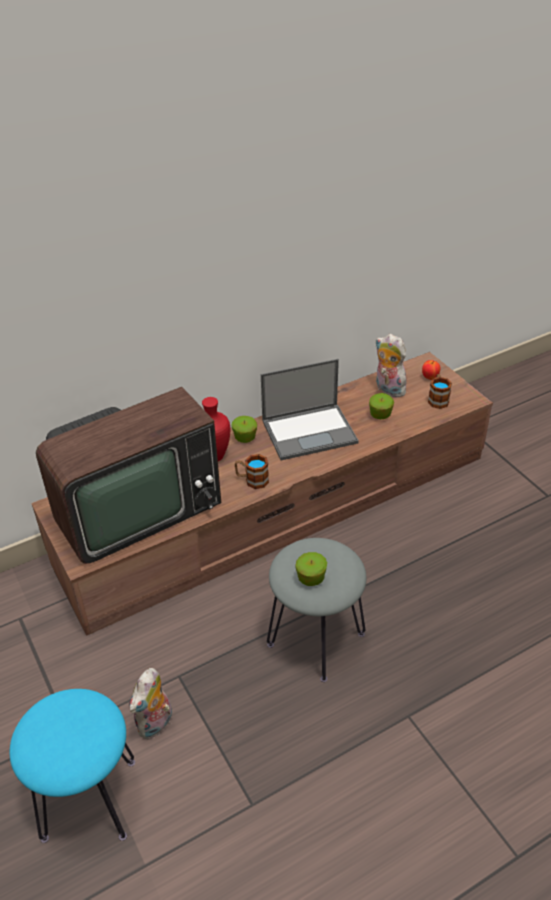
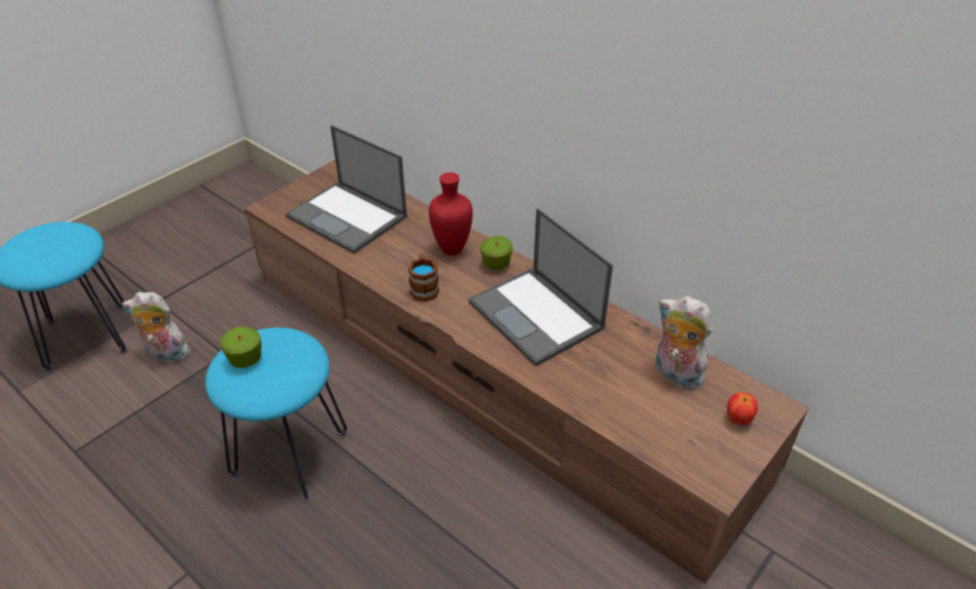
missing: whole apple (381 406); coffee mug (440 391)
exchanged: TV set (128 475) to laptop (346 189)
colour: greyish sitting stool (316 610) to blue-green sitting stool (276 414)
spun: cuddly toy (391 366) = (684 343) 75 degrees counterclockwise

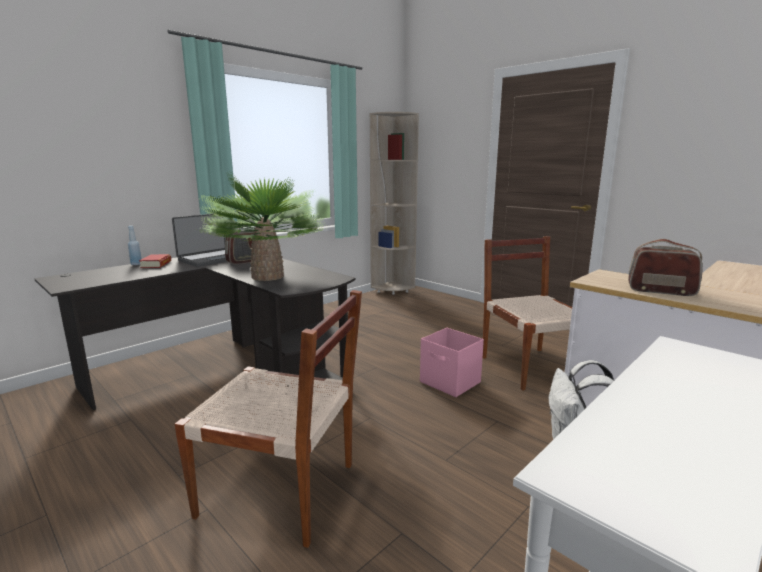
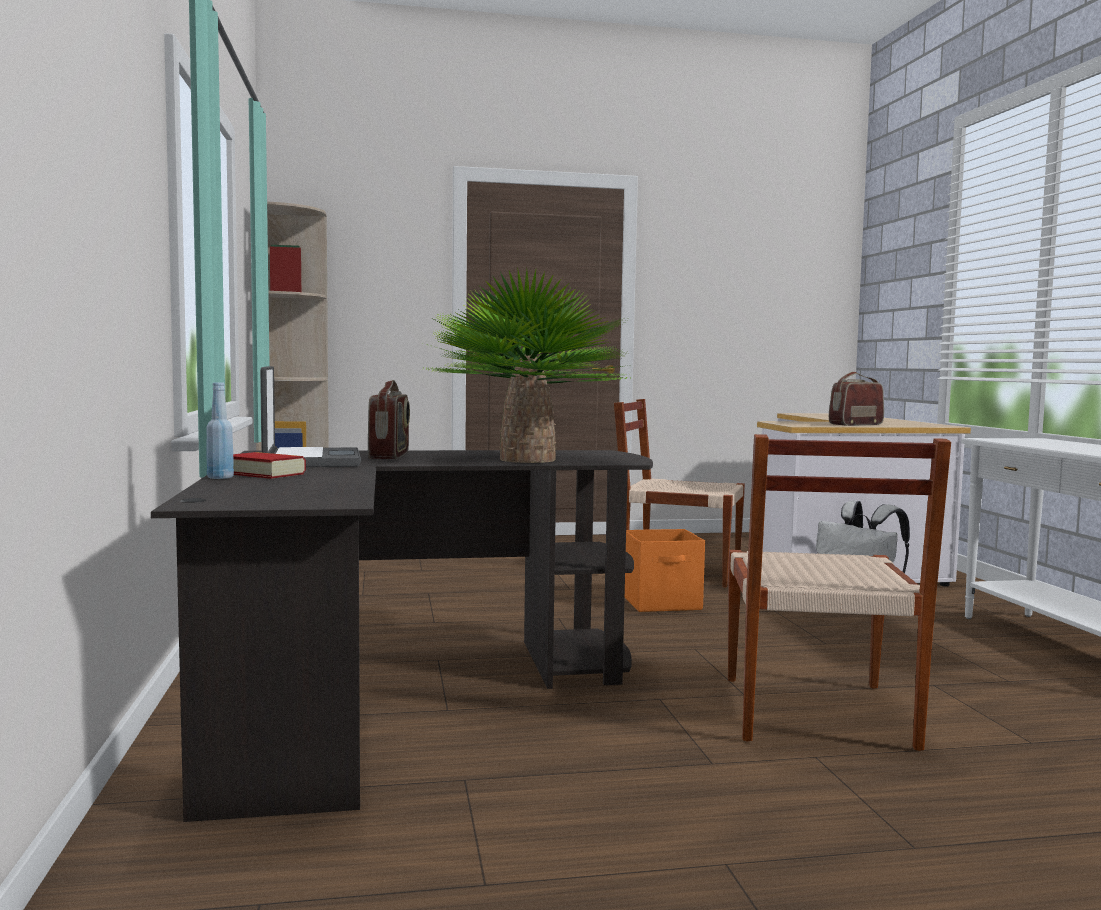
colour: pink storage bin (452 362) to orange storage bin (665 570)
spun: plain chair (268 419) = (839 592) 135 degrees clockwise

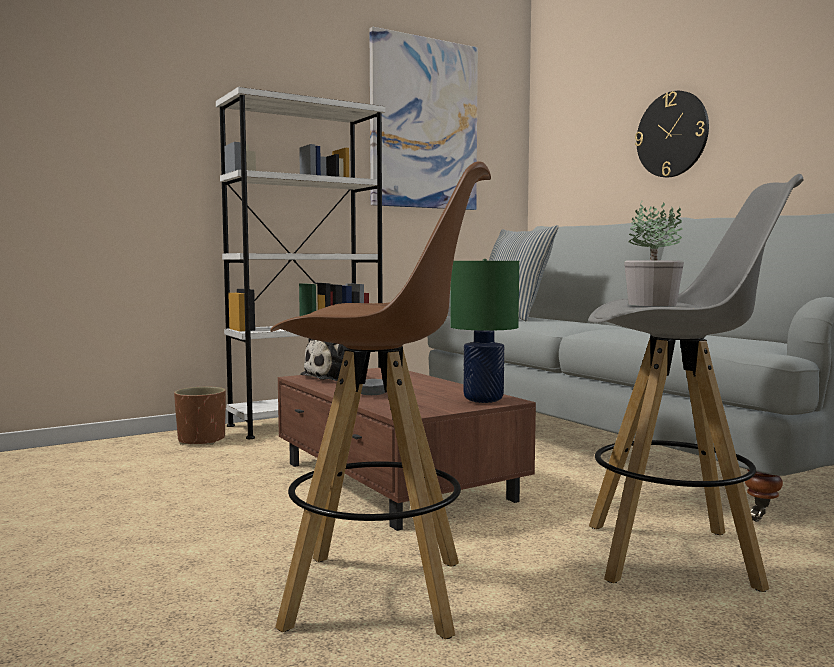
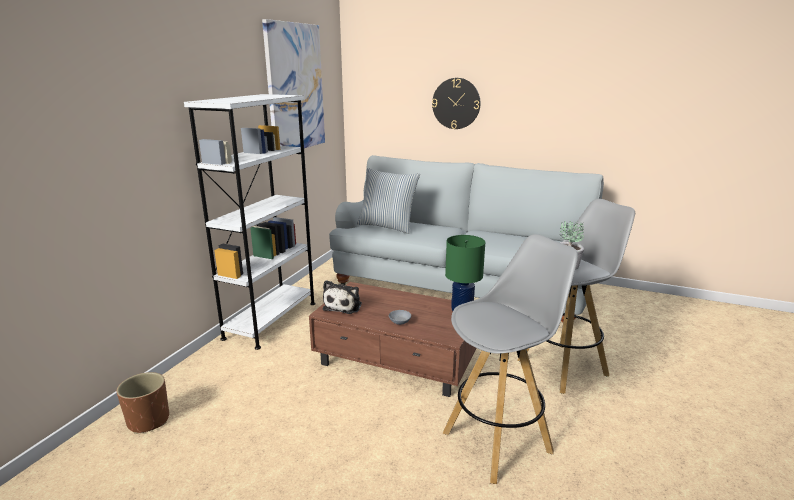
relocated: brownish plant pot (200 416) to (143 403)
colour: brownish sitting stool (380 400) to greyish sitting stool (510 359)

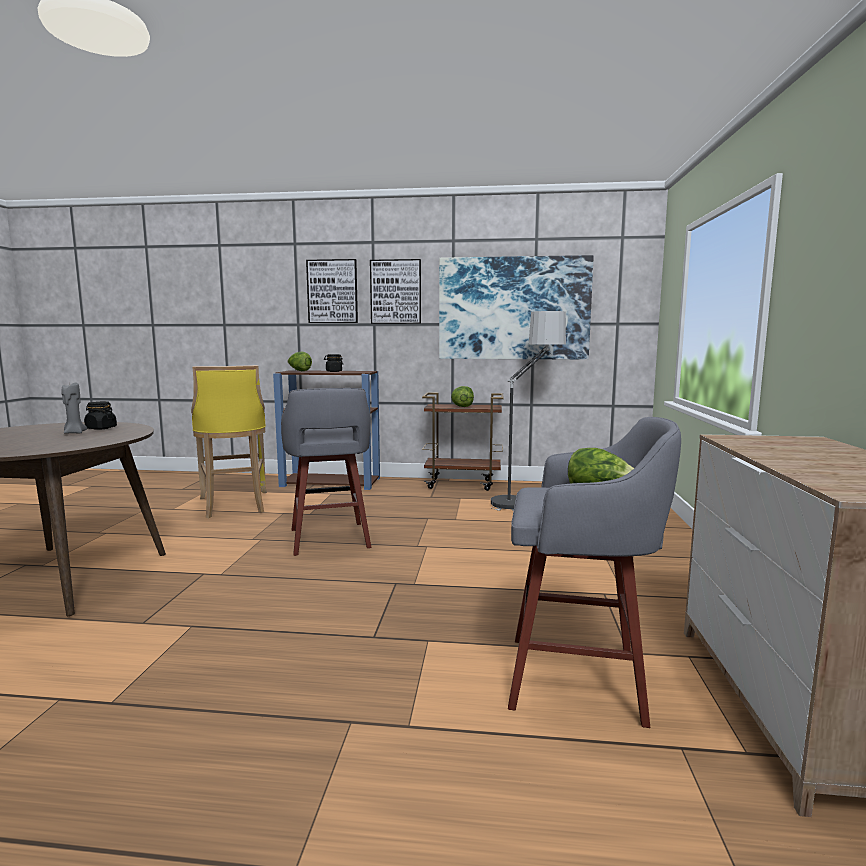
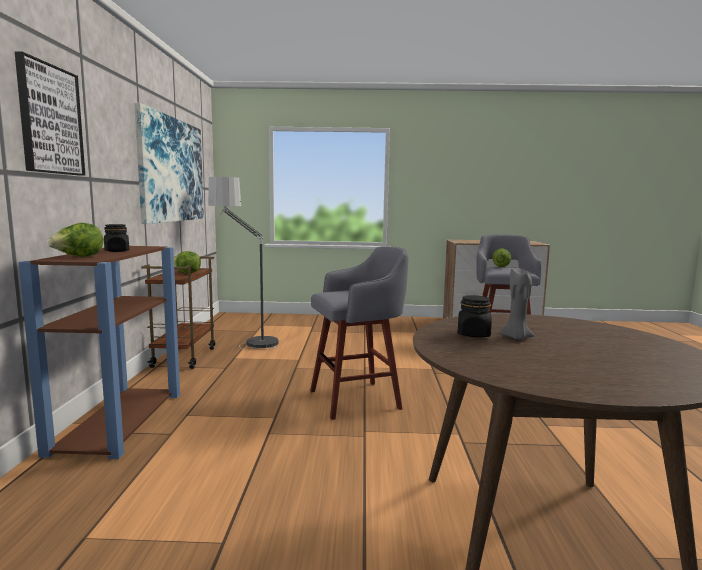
missing: yellow sitting stool (229 441); wall art (395 291)

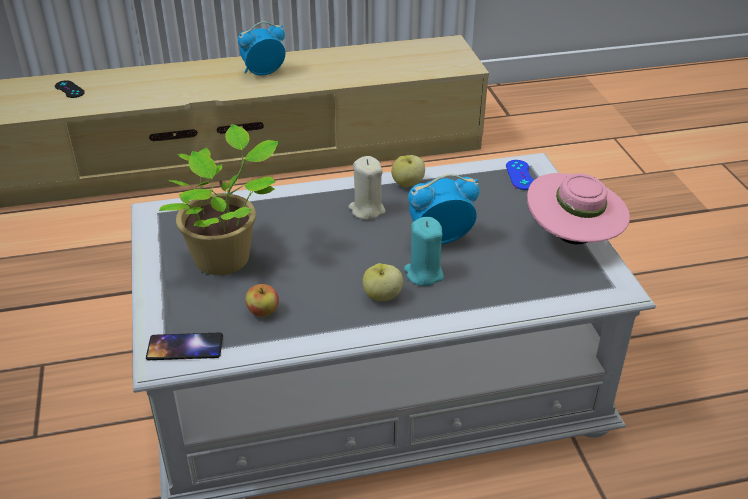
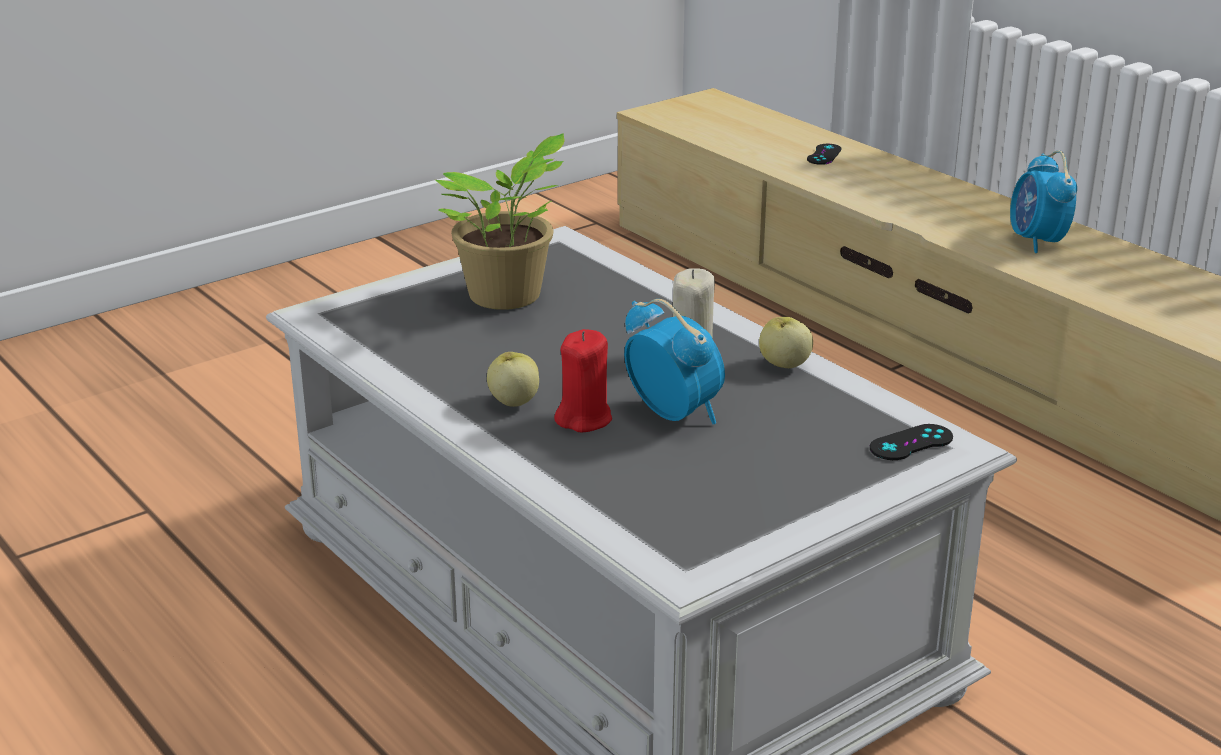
missing: phone (184 346); whole apple (262 300); pink hat (578 208)
colour: blue-green wax candle (424 251) to red-coloured wax candle (583 380); bluish gamepad (520 175) to black gamepad (911 442)
spun: bedside clock (262 48) = (1043 201) 135 degrees counterclockwise

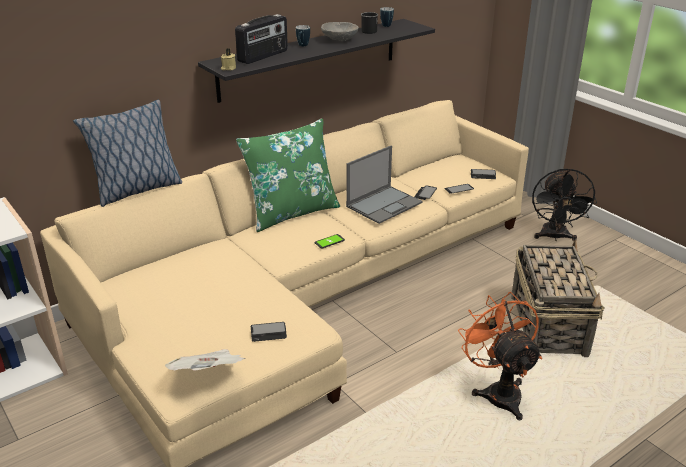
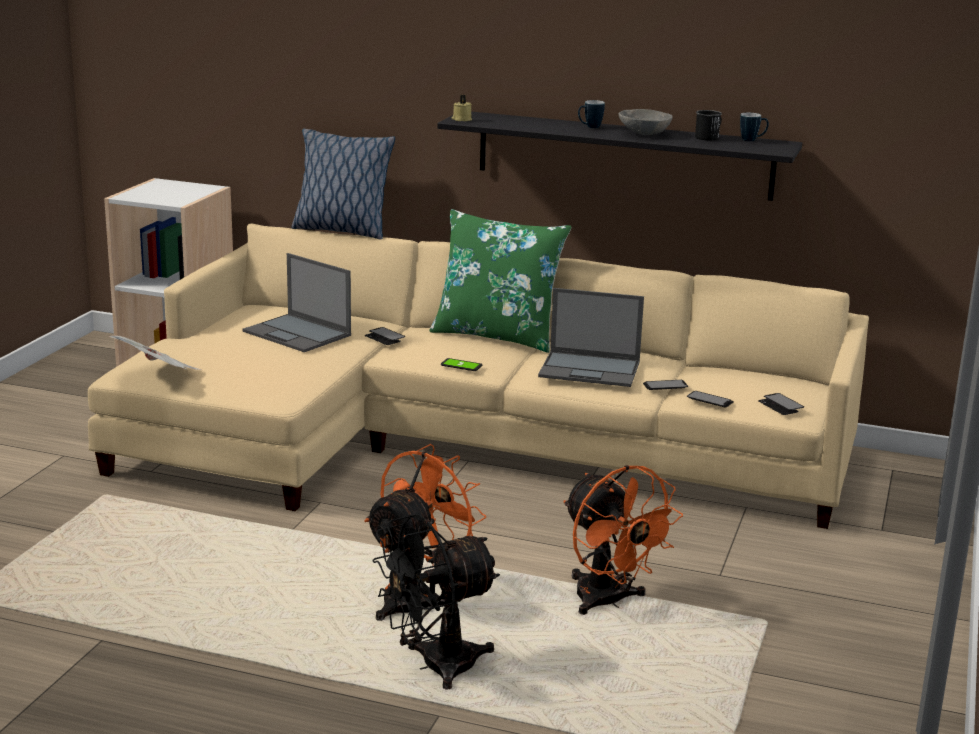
missing: radio receiver (261 39)
appeared: laptop (297 302)
relocated: phone (269 332) to (384 336); black cooling fan (564 204) to (436 602)
exchanged: storage basket (557 298) to orange cooling fan (623 540)

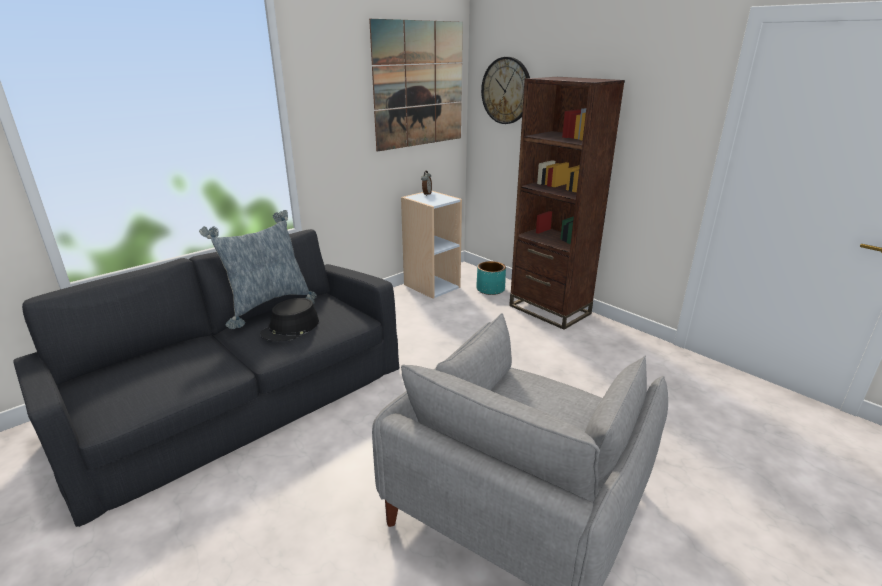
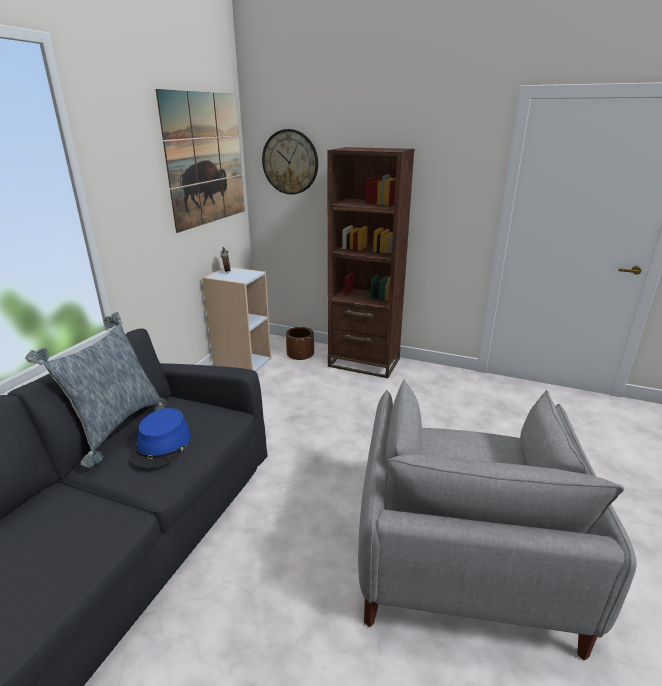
colour: black hat (289 319) to bluish hat (160 438); blue-green plant pot (491 278) to brownish plant pot (300 343)

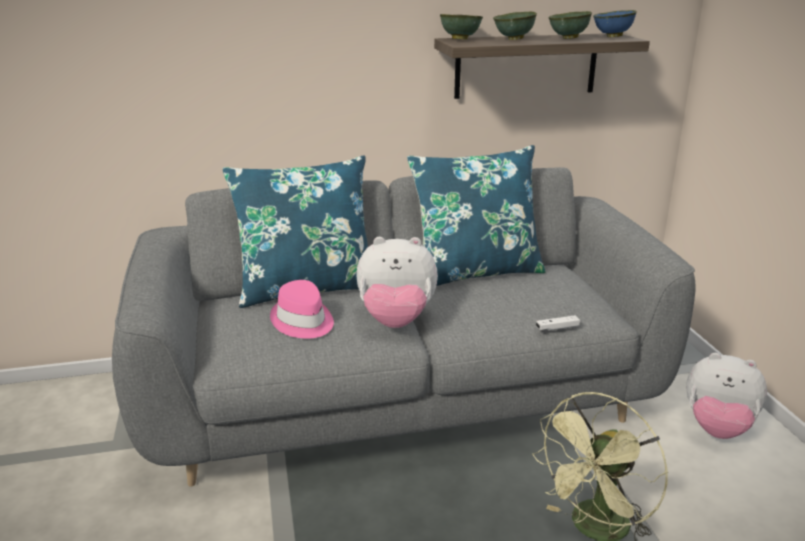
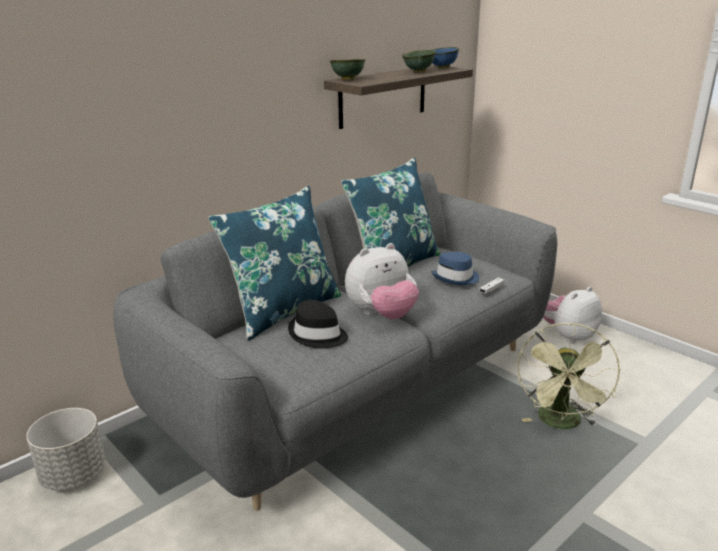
missing: green-coloured bowl (515 26)
appeared: greyish plant pot (65 449); bluish hat (455 268)
colour: pink hat (302 309) to black hat (318 324)
spun: cuddly toy (726 396) = (572 315) 150 degrees clockwise

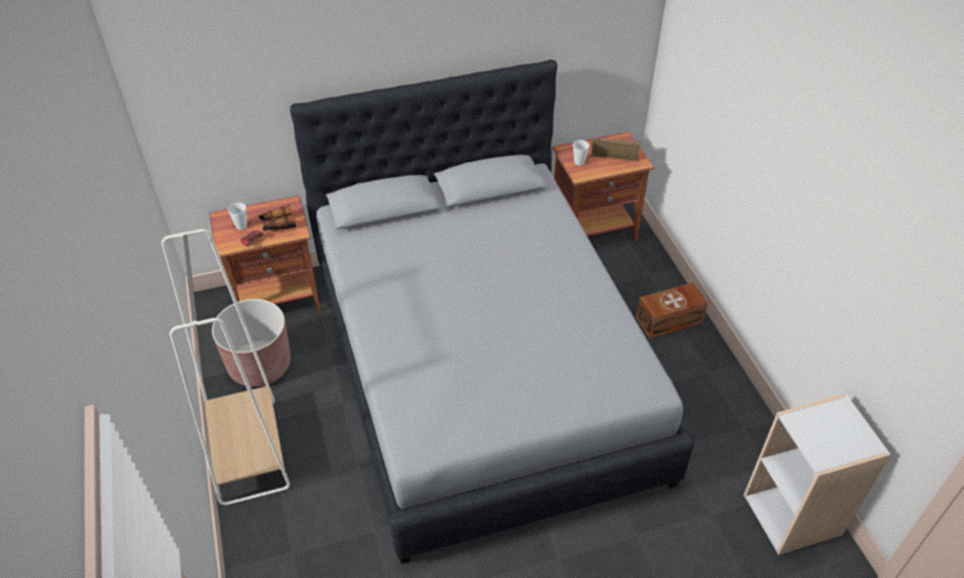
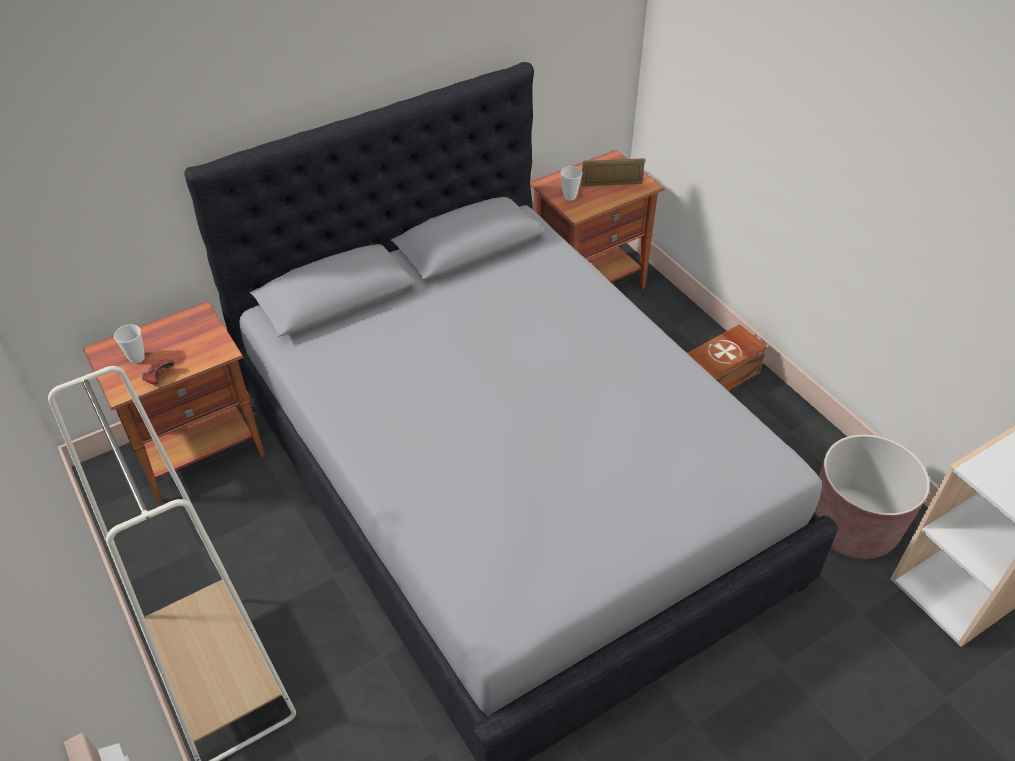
missing: field glasses (277 218)
relocated: brownish plant pot (251 343) to (872 496)

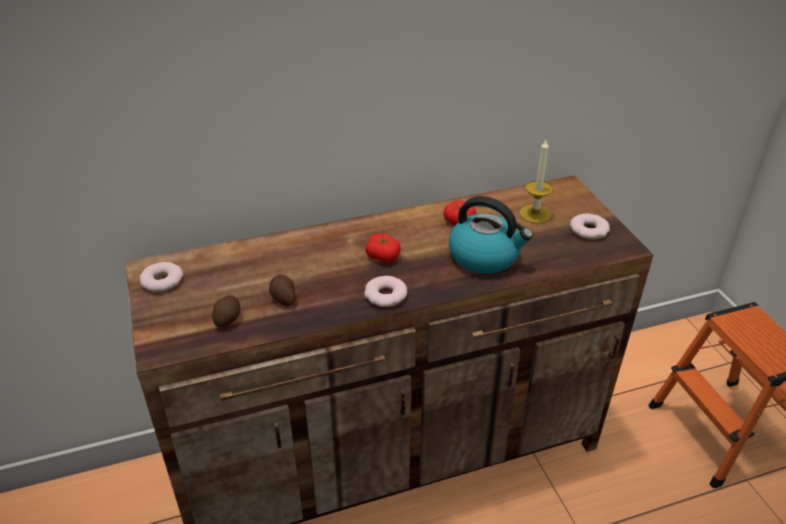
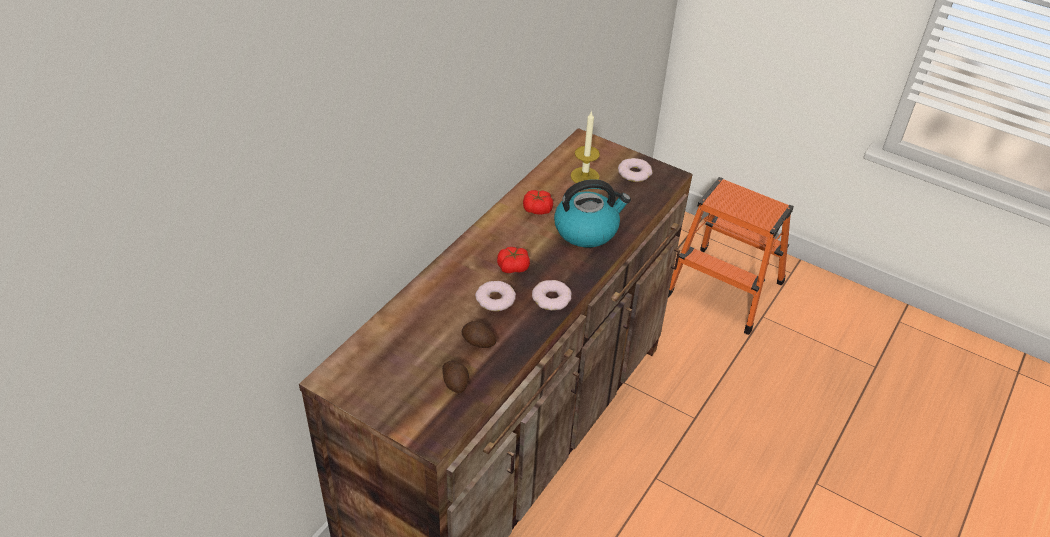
relocated: ring doughnut (161 277) to (495 296)

